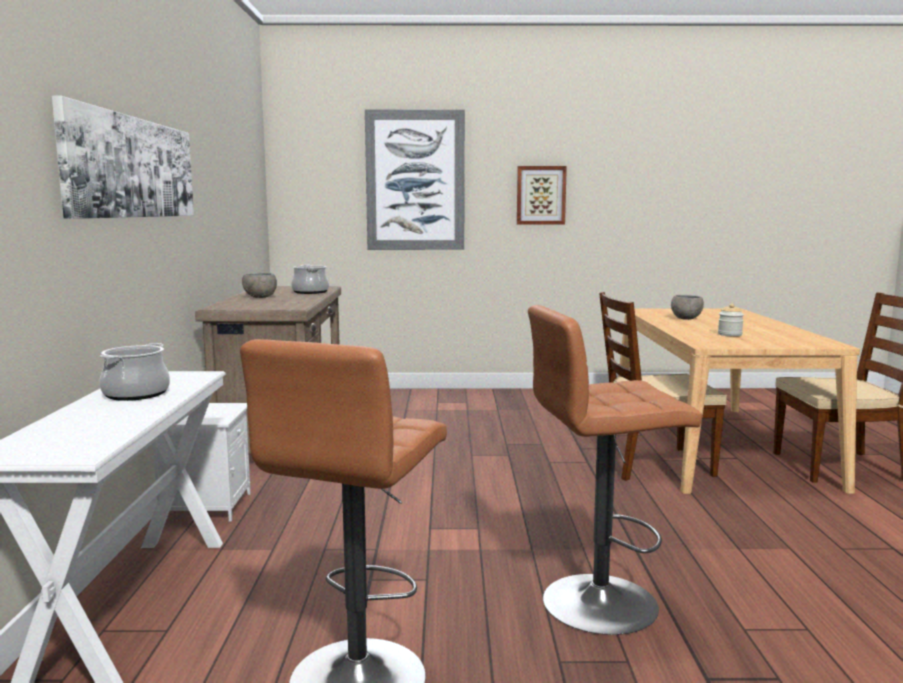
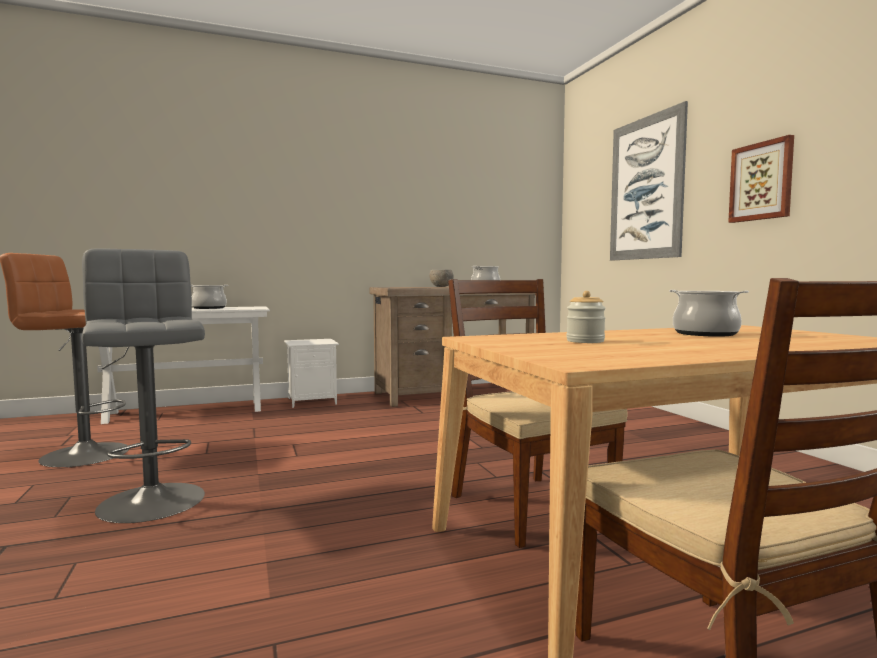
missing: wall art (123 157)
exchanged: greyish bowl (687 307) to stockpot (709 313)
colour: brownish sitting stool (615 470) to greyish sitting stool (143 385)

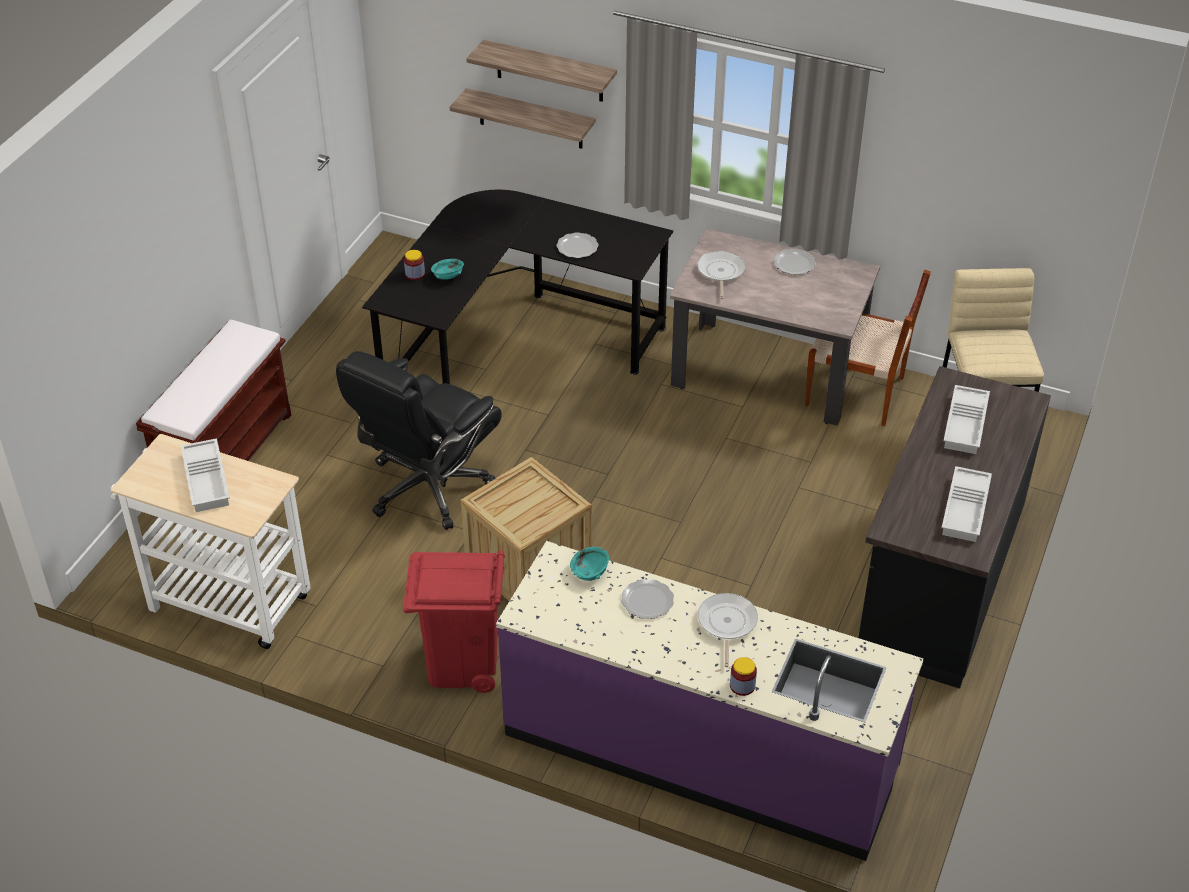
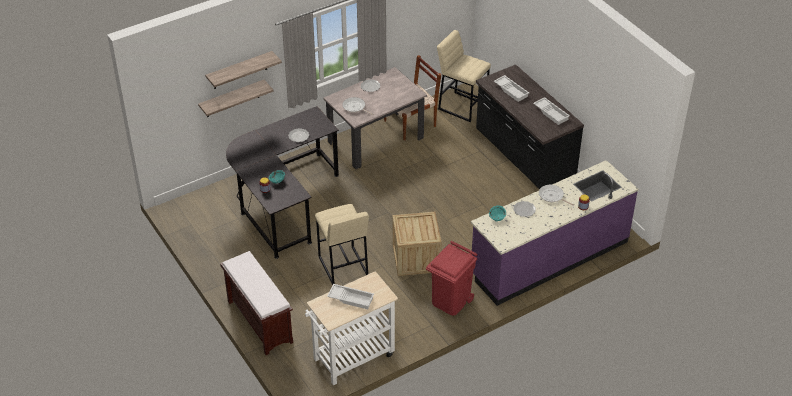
exchanged: black desk chair (419 440) to sand-coloured sitting stool (342 244)

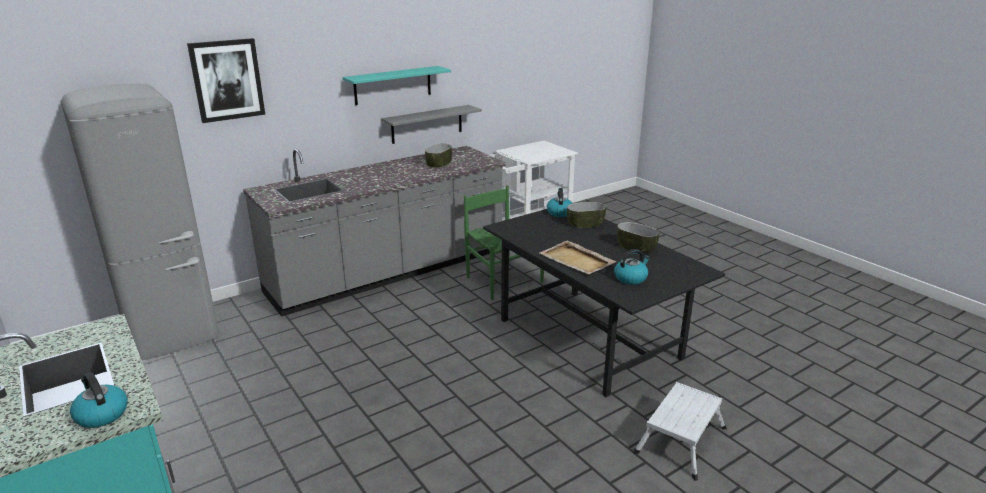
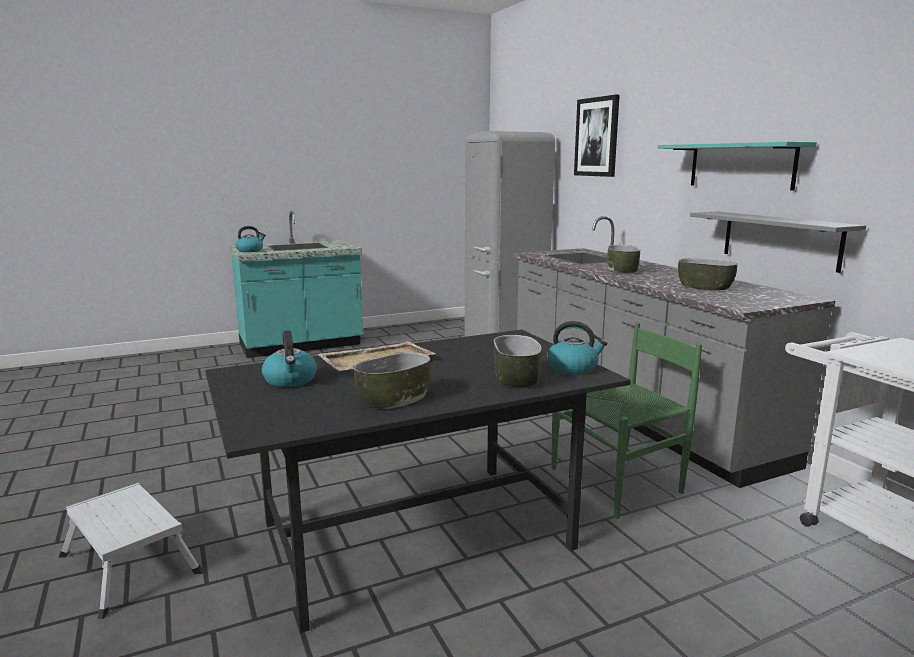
appeared: bowl (624 259)

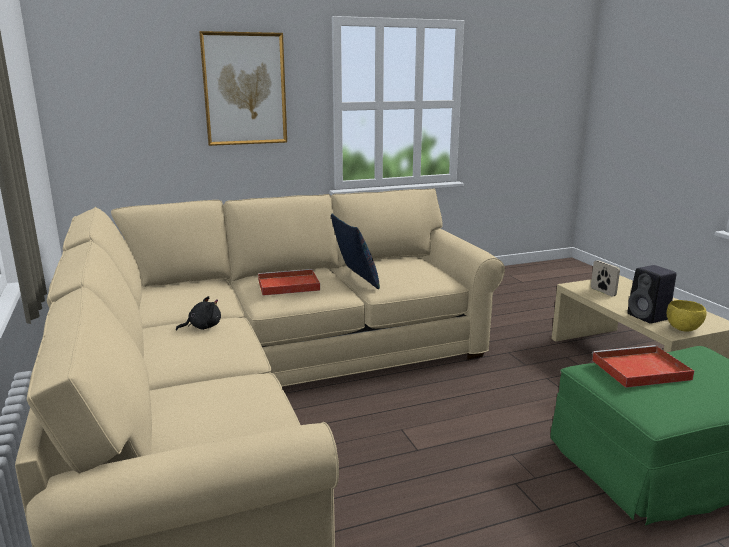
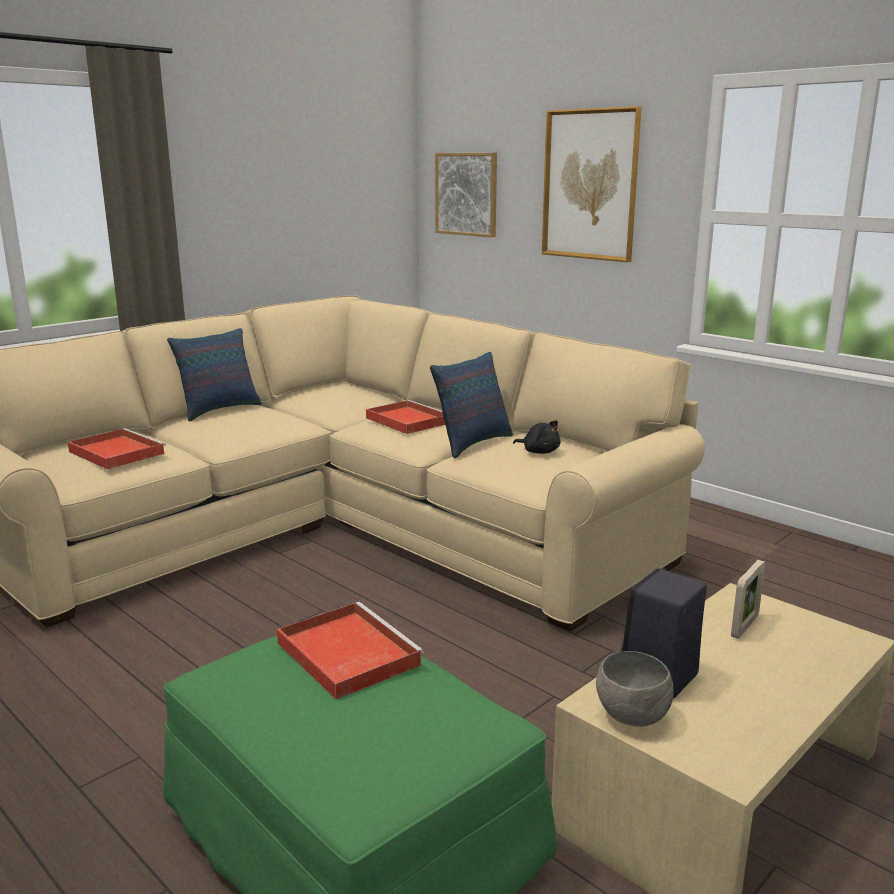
appeared: red-coloured serving tray (117 448); bluish throw pillow (214 374); wall art (466 195)
relocated: black cuddly toy (198 313) to (536 437)
colour: yellow bowl (686 316) to greyish bowl (635 689)

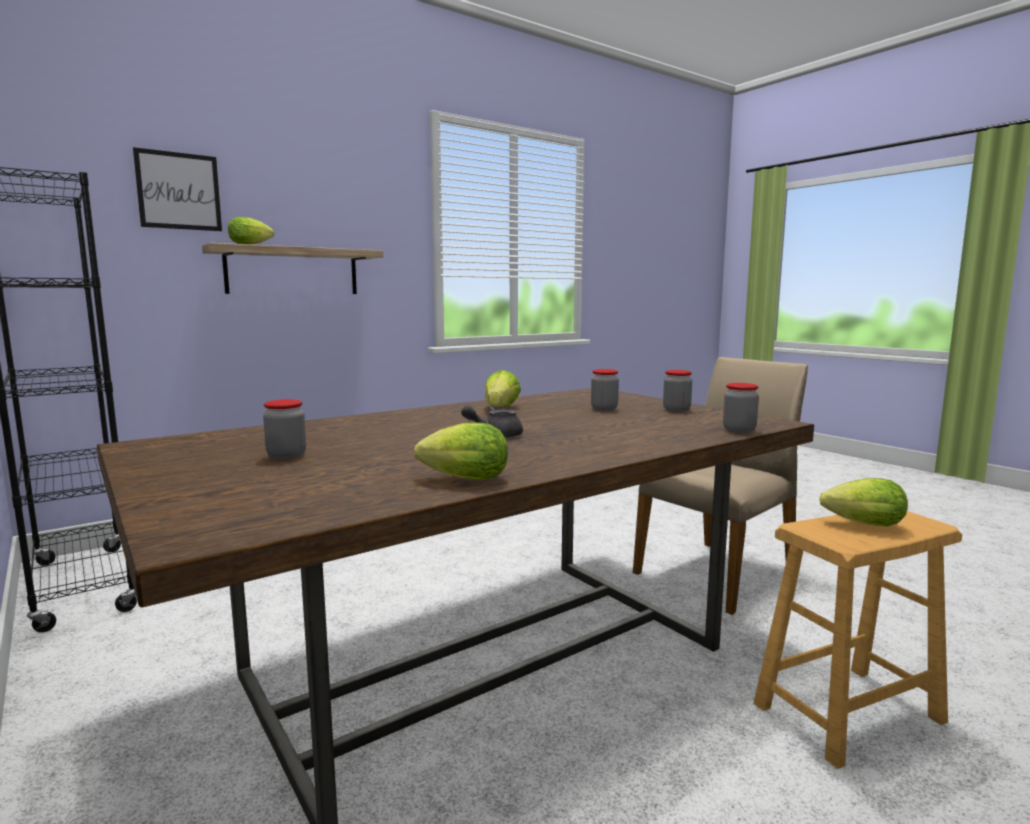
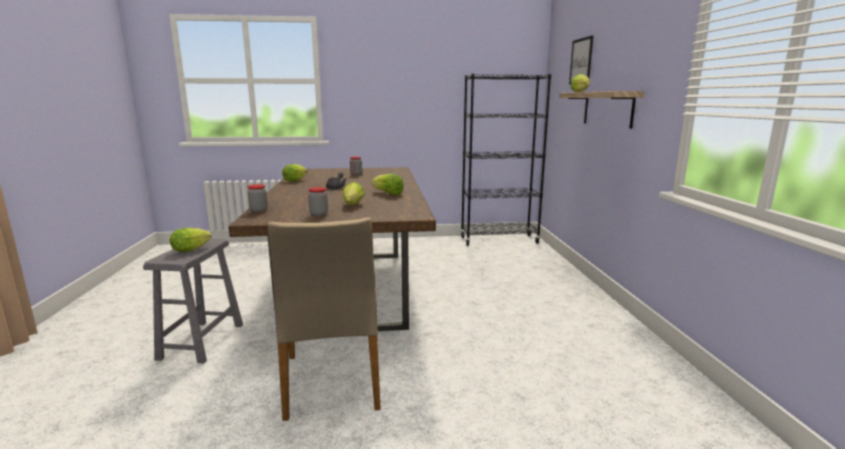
exchanged: storage jar (605 390) to head of lettuce (354 193)
colour: brownish sitting stool (858 640) to greyish sitting stool (193 301)

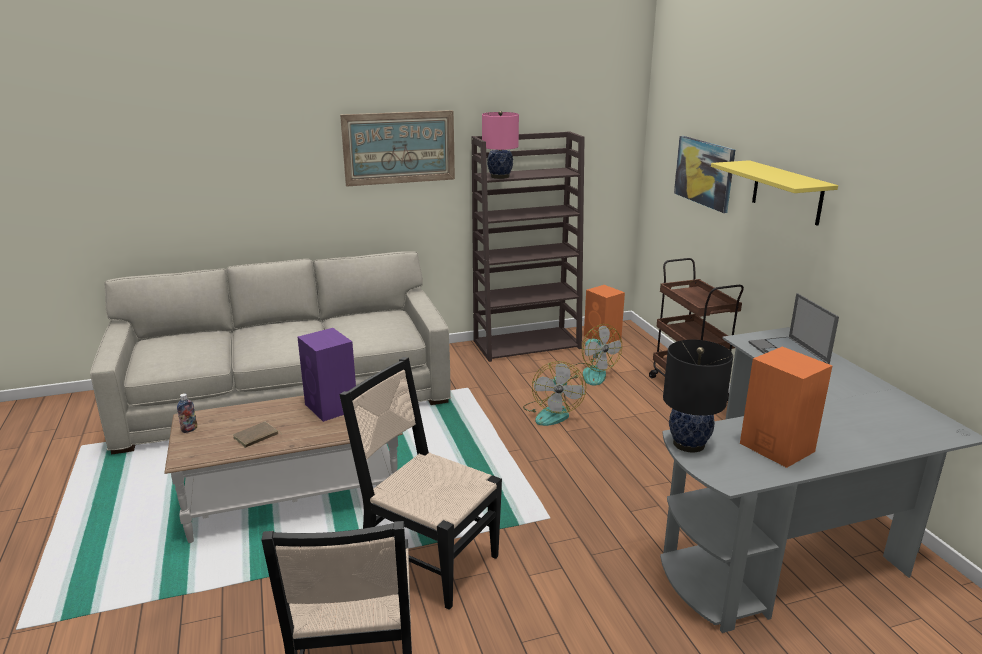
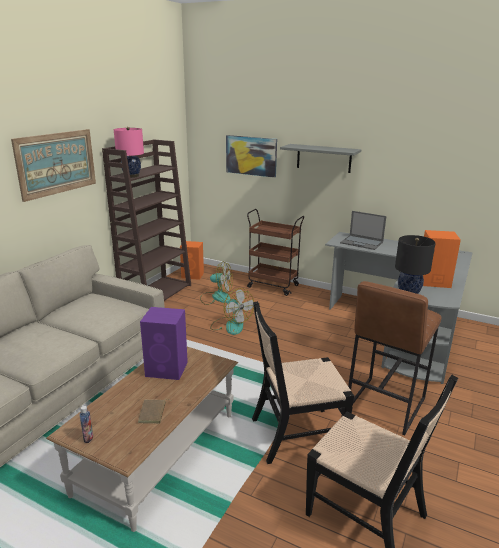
appeared: brownish sitting stool (395 358)
colour: yellow wall shelf (774 193) to greyish wall shelf (320 158)

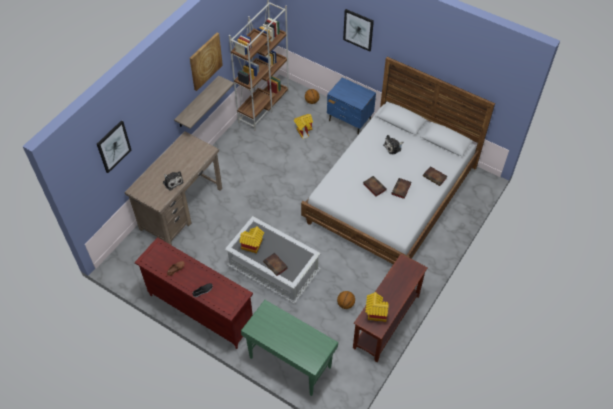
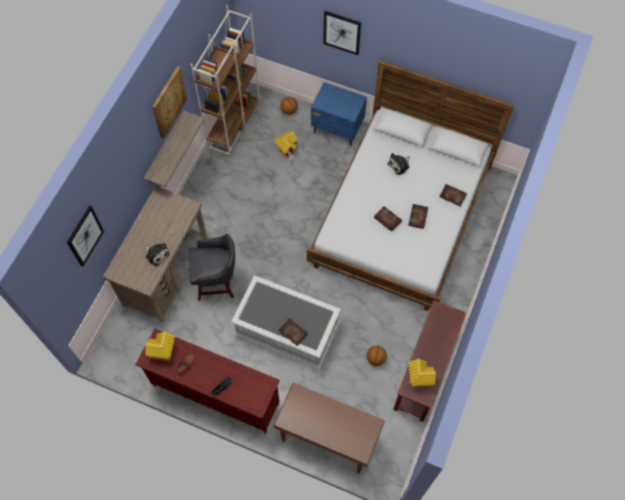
appeared: greyish sitting stool (212 267)
relocated: miniature house (251 239) to (160 346)
colour: green-coloured narrow table (289 348) to brownish narrow table (329 428)

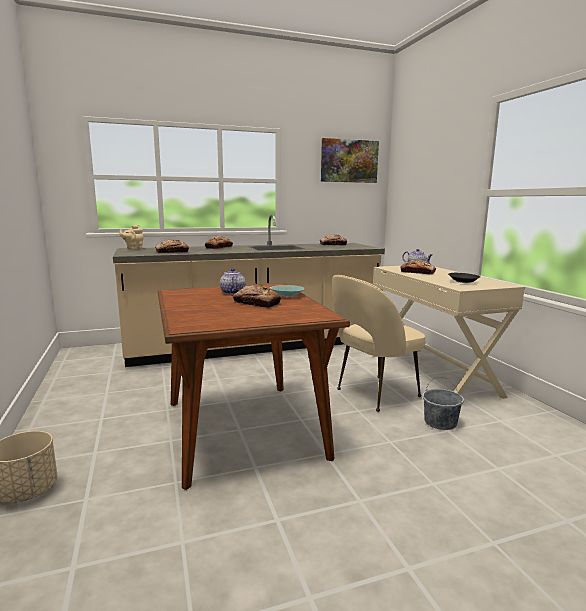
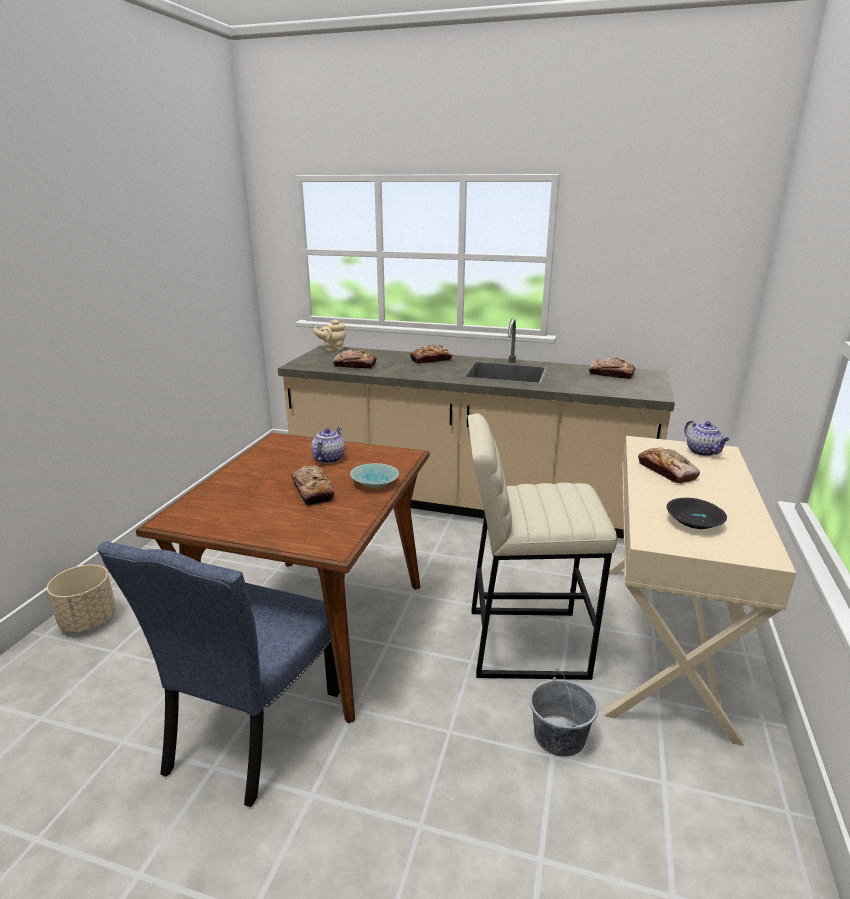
missing: wall art (350 160)
appeared: bluish plain chair (218 674)
exchanged: sand-coloured plain chair (378 343) to sand-coloured sitting stool (542 546)

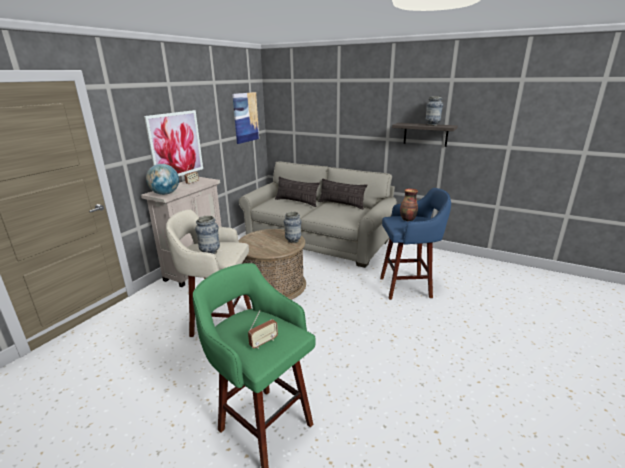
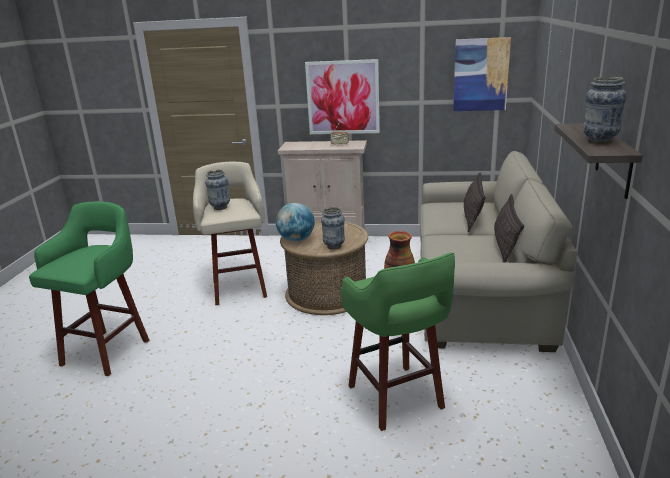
missing: radio receiver (263 329)
relocated: world globe (162 179) to (295 222)
colour: bluish sitting stool (415 244) to green-coloured sitting stool (398 342)

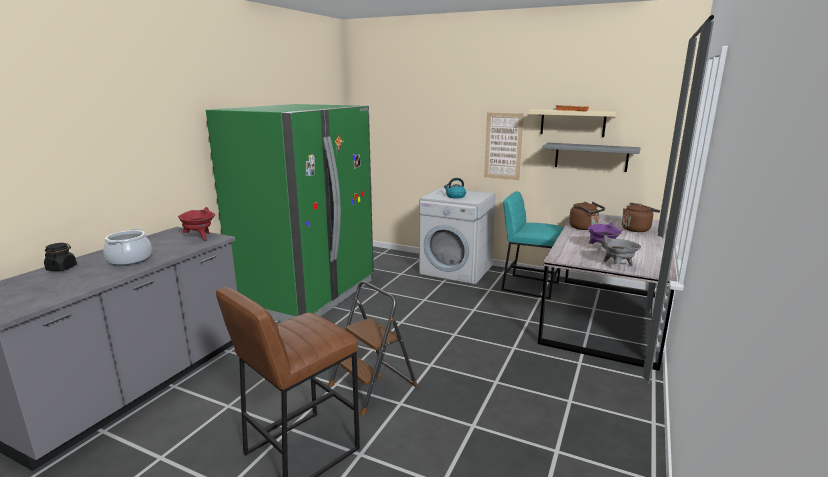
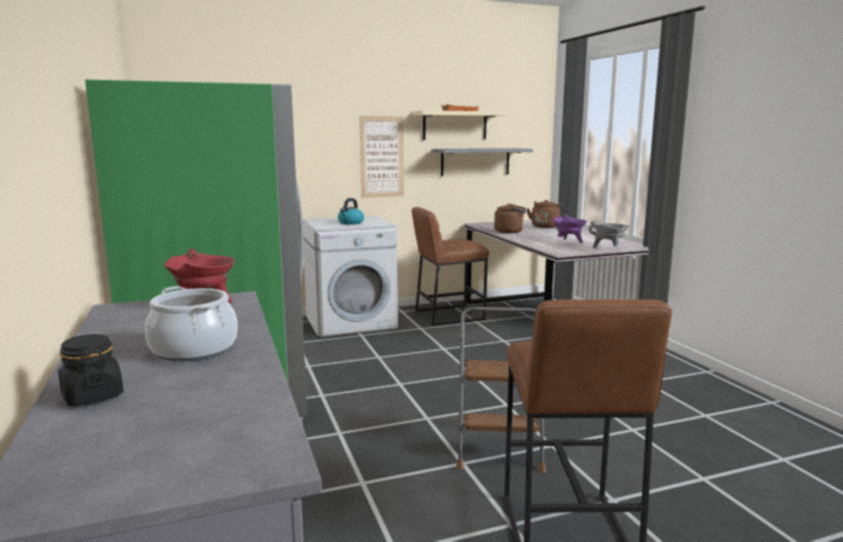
colour: blue-green plain chair (532 245) to brownish plain chair (450 266)

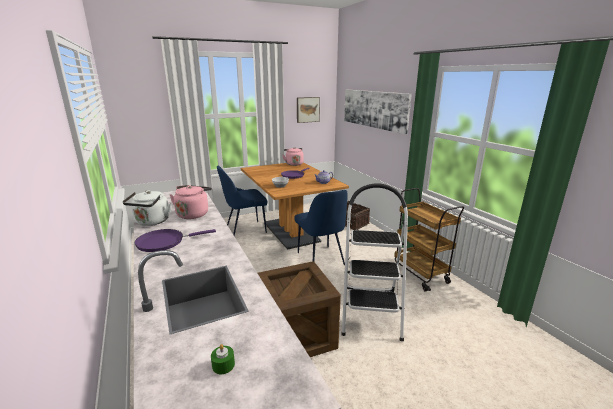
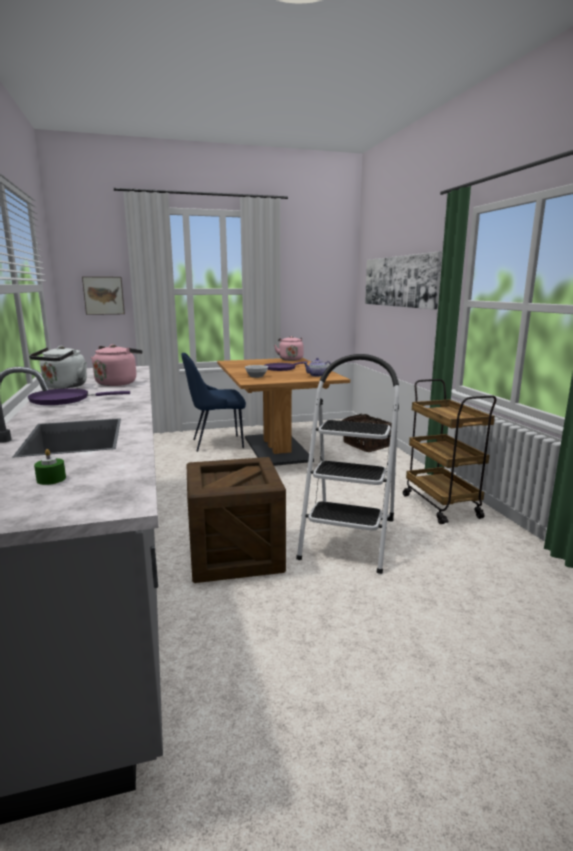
missing: bluish plain chair (321 227)
relocated: wall art (308 110) to (103 295)

